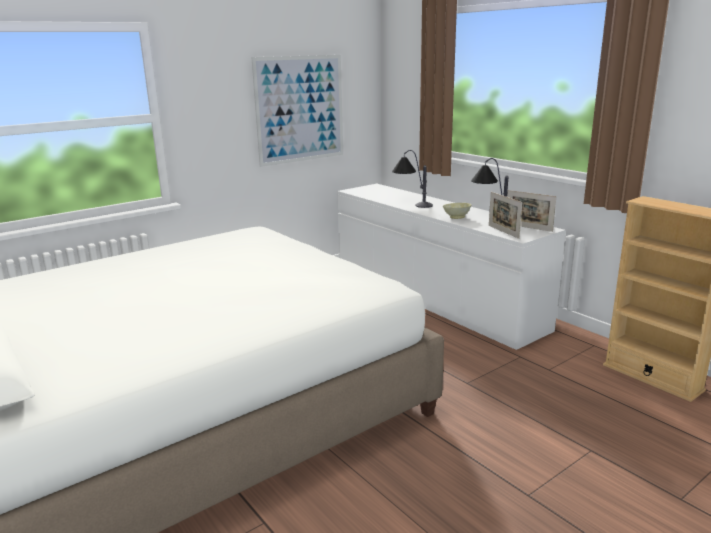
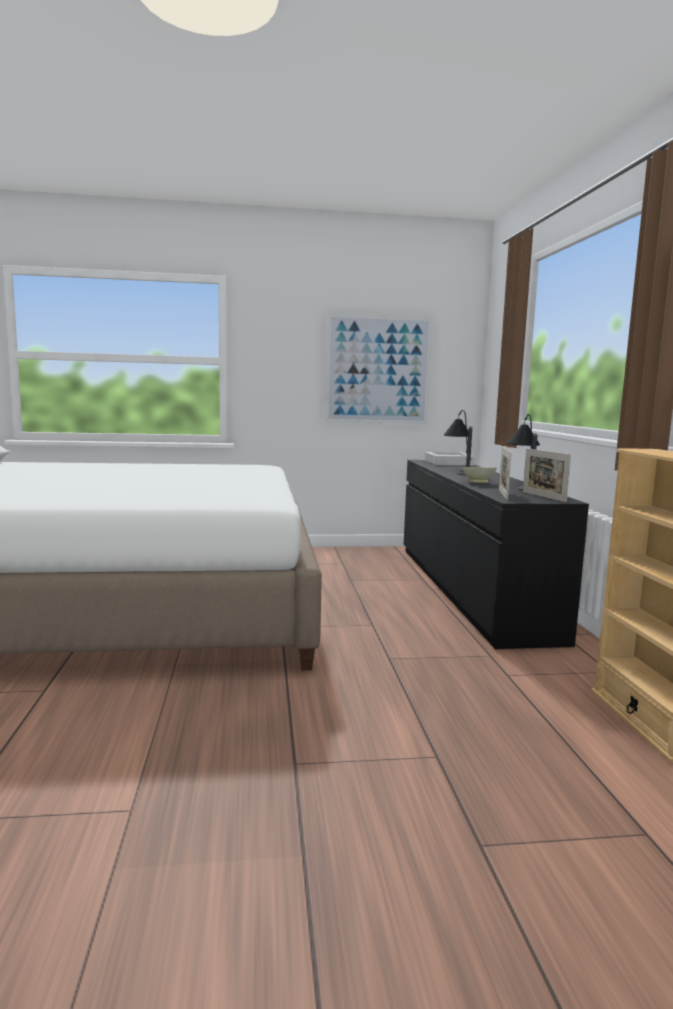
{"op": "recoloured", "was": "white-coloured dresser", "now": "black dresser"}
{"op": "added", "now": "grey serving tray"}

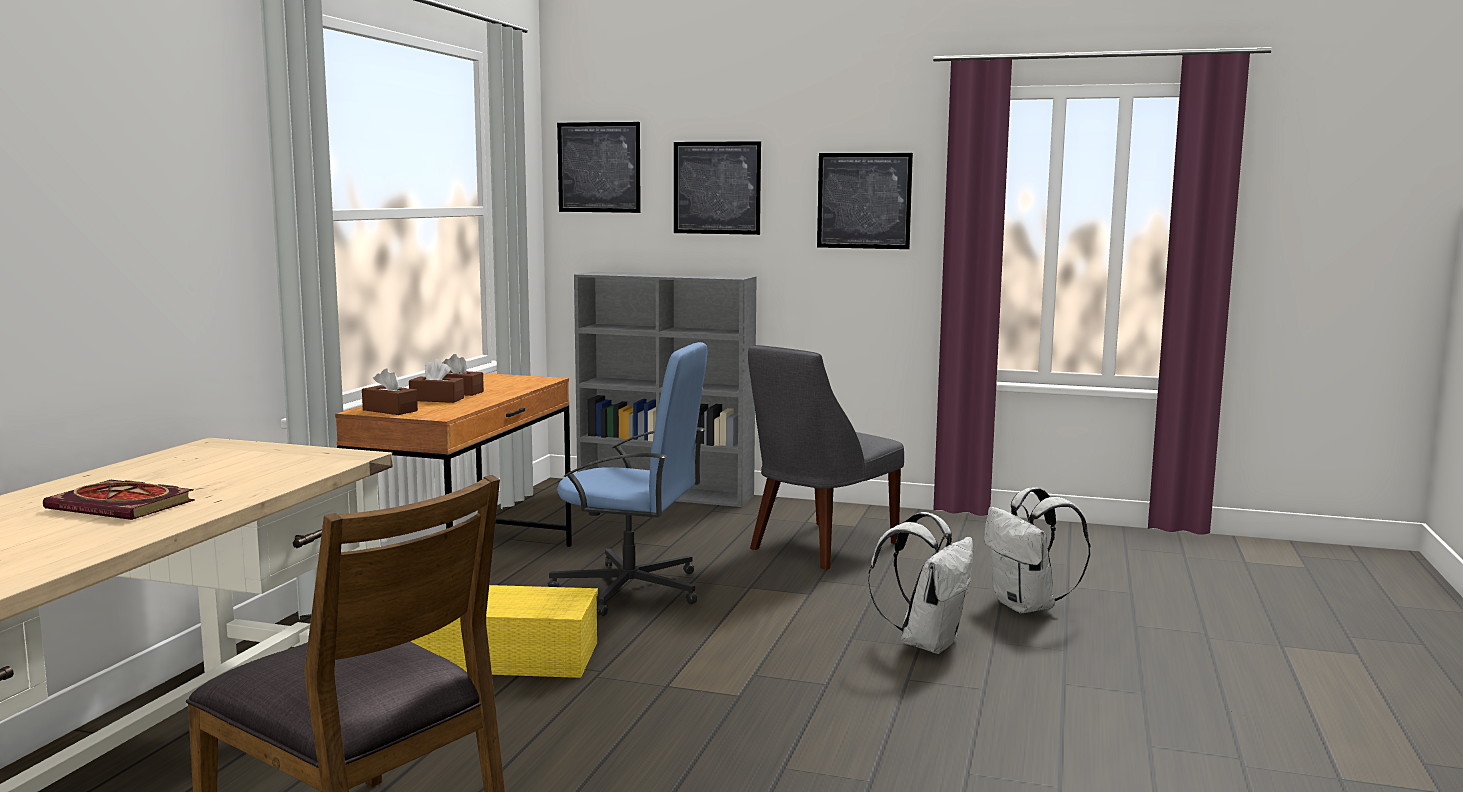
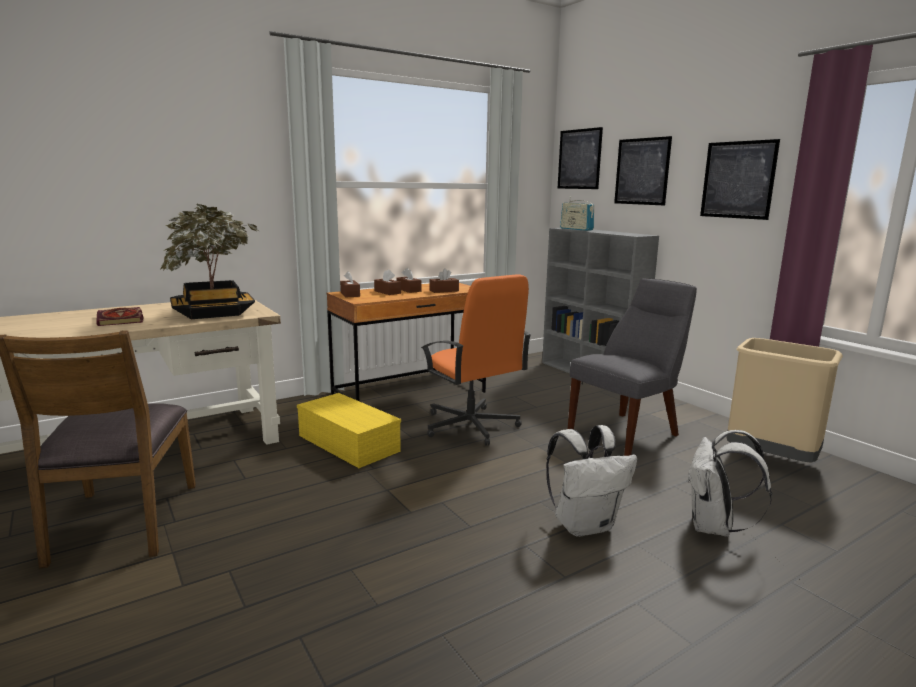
{"op": "added", "now": "houseplant"}
{"op": "recoloured", "was": "blue-coloured office chair", "now": "orange office chair"}
{"op": "added", "now": "brownish tissue holder (4th from left)"}
{"op": "added", "now": "radio set"}
{"op": "turned", "was": "grey plain chair", "clockwise": 150}
{"op": "added", "now": "beige rubbish bin"}

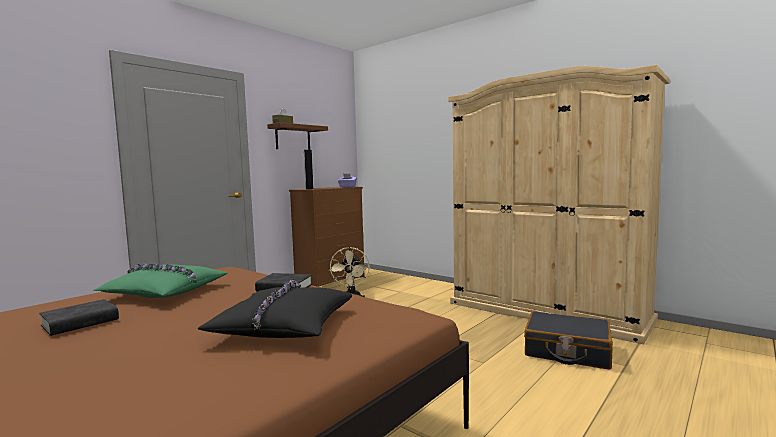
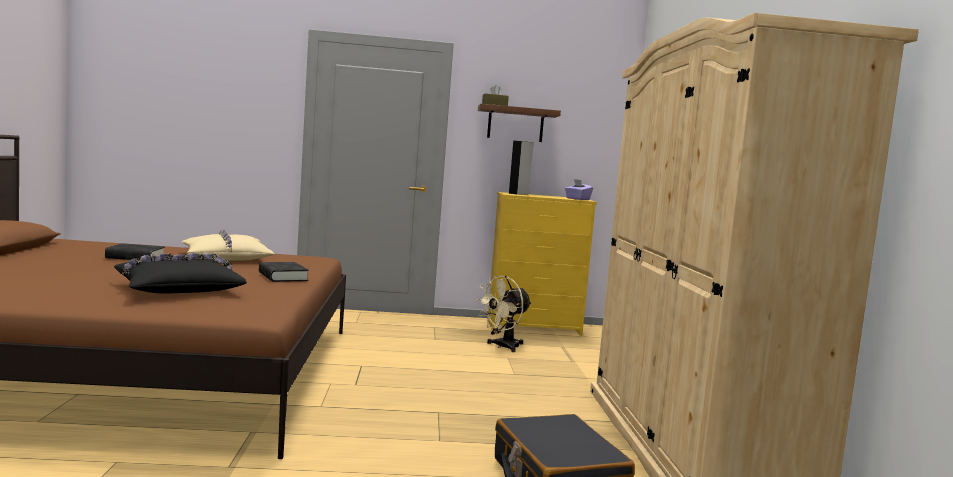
{"op": "recoloured", "was": "green-coloured cushion", "now": "beige cushion"}
{"op": "recoloured", "was": "brownish dresser", "now": "yellow-coloured dresser"}

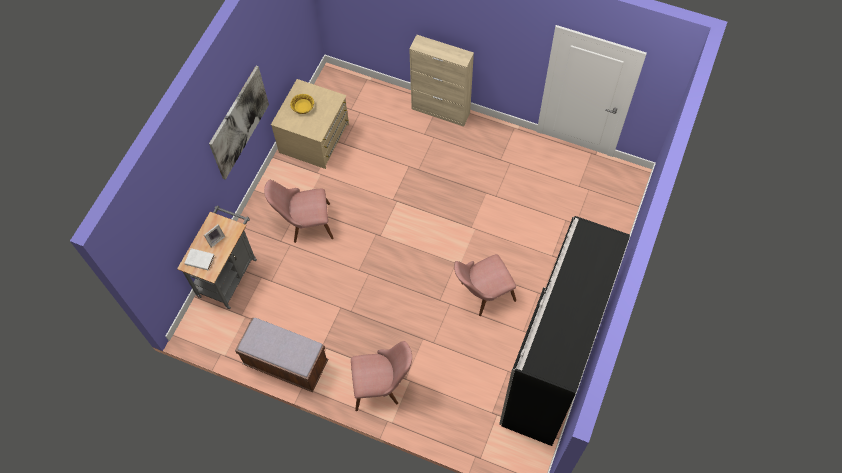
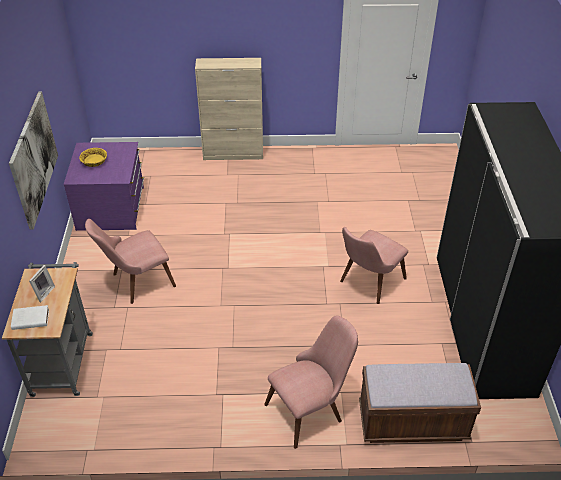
{"op": "recoloured", "was": "beige dresser", "now": "purple dresser"}
{"op": "moved", "was": "brownish long seat"}

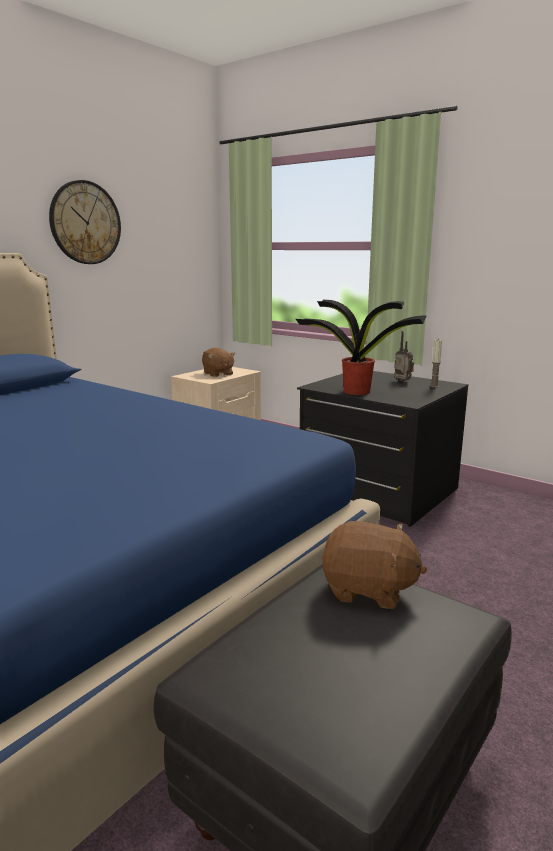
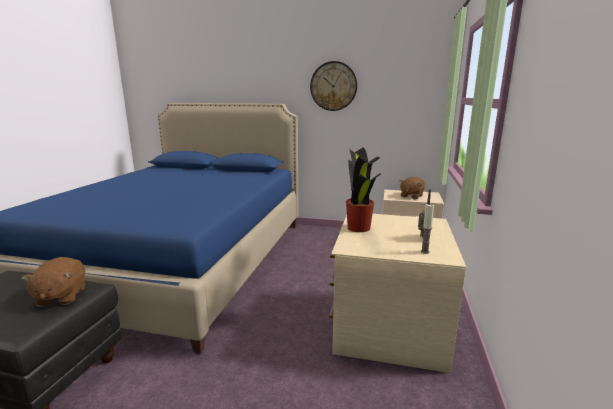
{"op": "recoloured", "was": "black dresser", "now": "beige dresser"}

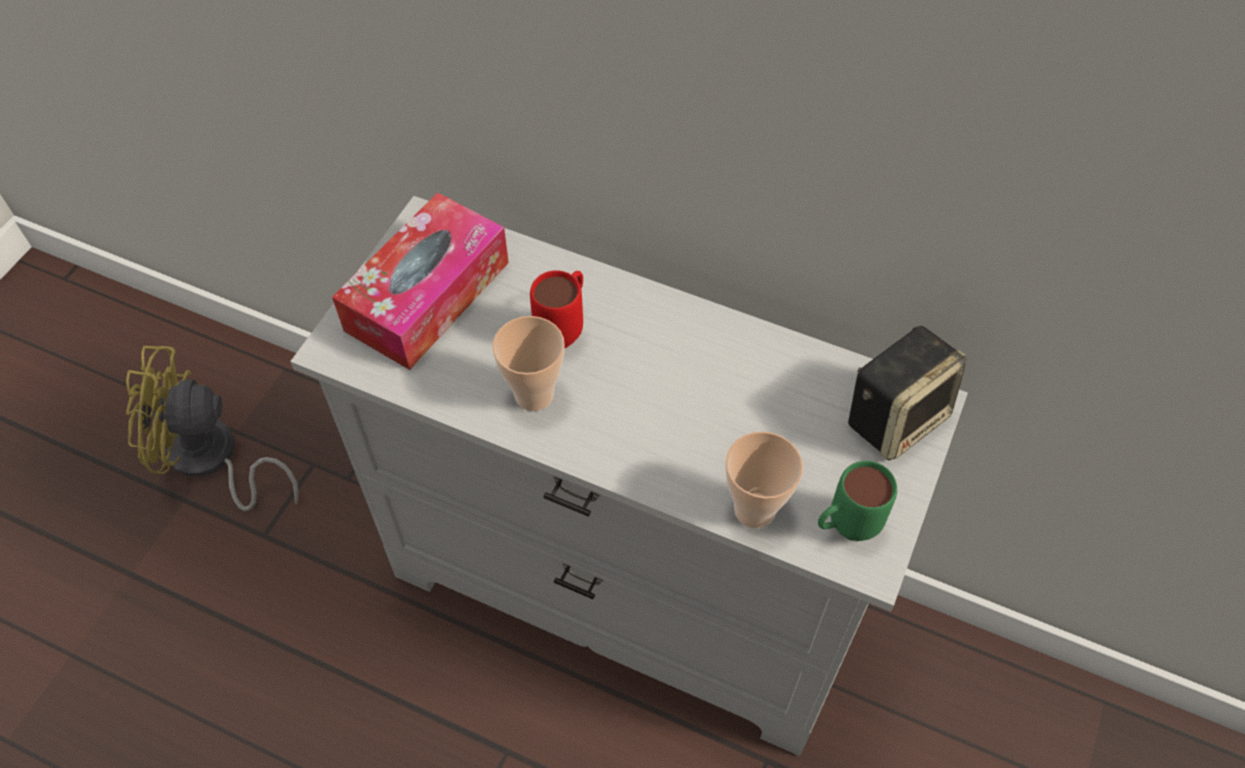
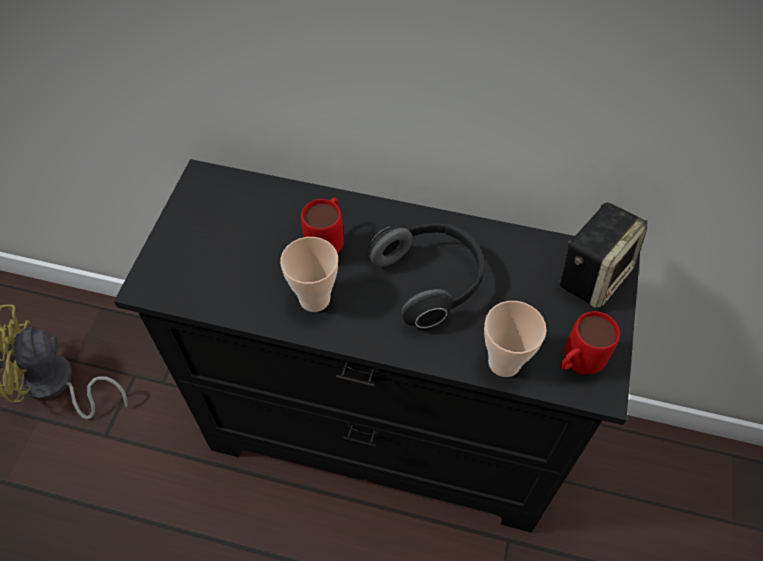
{"op": "recoloured", "was": "white-coloured dresser", "now": "black dresser"}
{"op": "added", "now": "headphones"}
{"op": "recoloured", "was": "green-coloured coffee mug", "now": "reddish coffee mug (2nd from left)"}
{"op": "removed", "was": "tissue holder"}

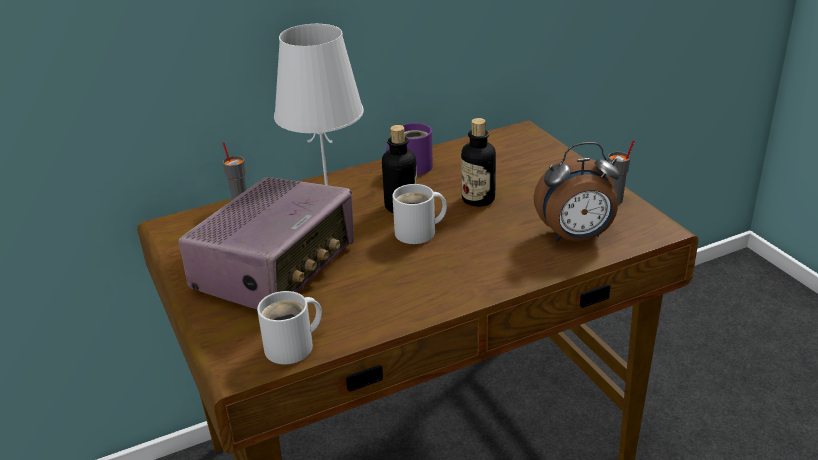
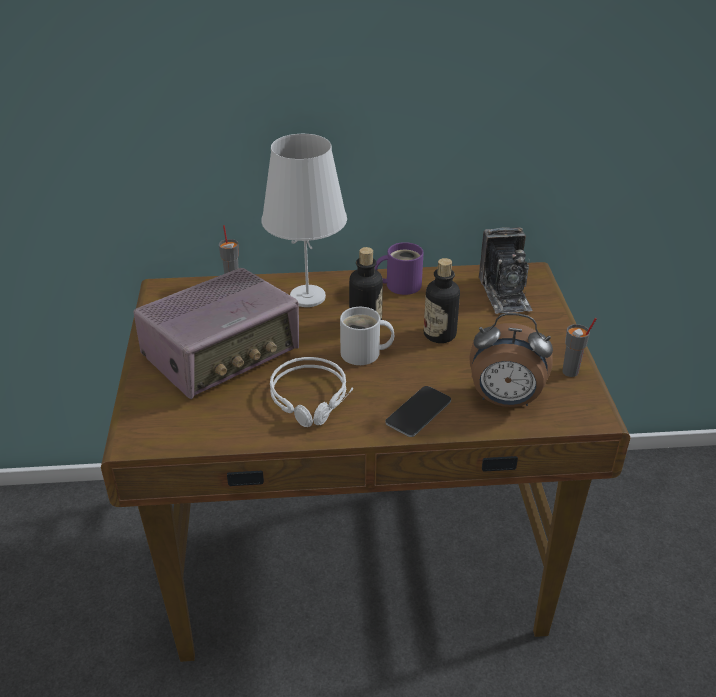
{"op": "added", "now": "grey headphones"}
{"op": "added", "now": "telephone"}
{"op": "added", "now": "still camera"}
{"op": "removed", "was": "white-coloured coffee mug (1st from left)"}

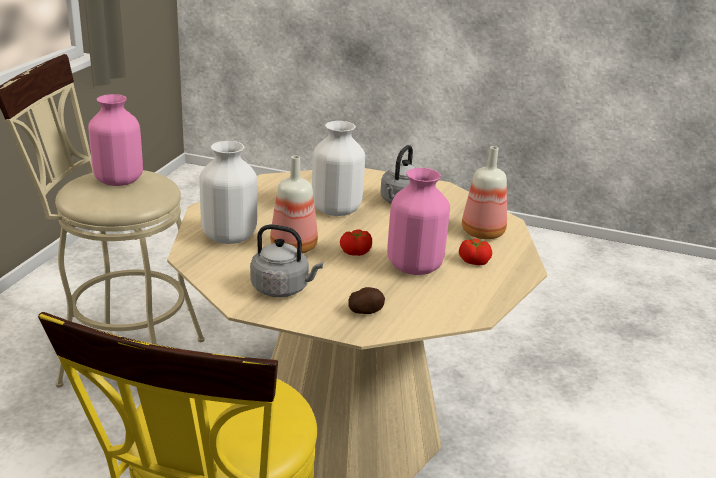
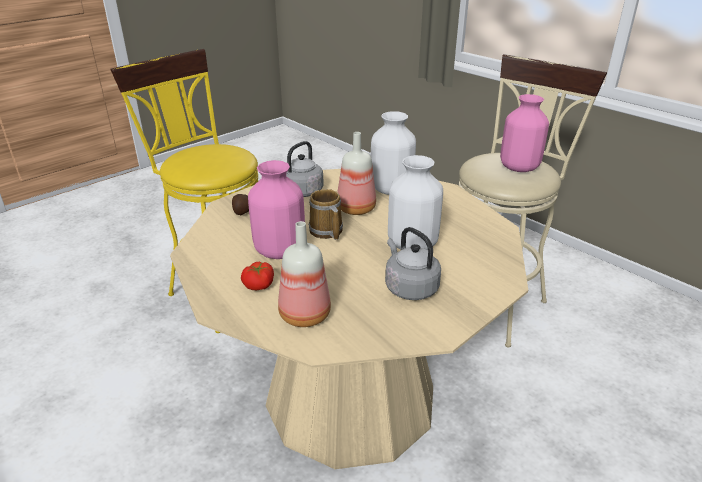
{"op": "replaced", "was": "fresh tomato (1st from left)", "now": "coffee mug"}

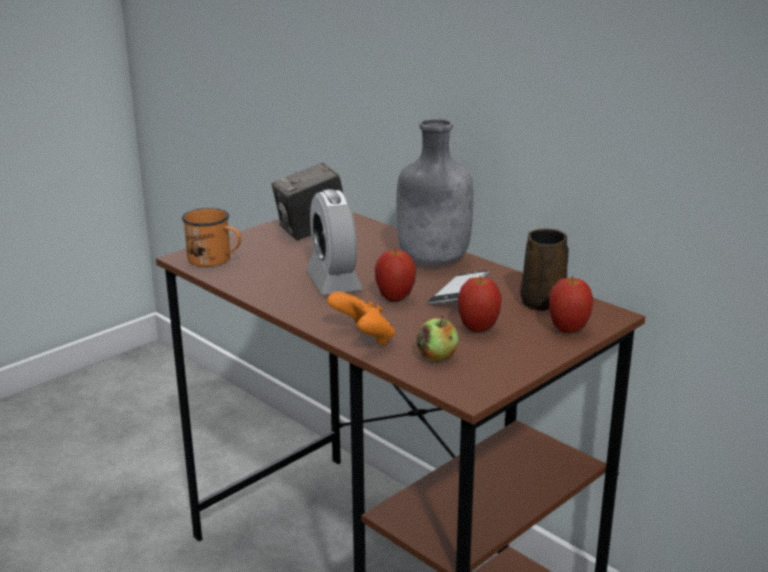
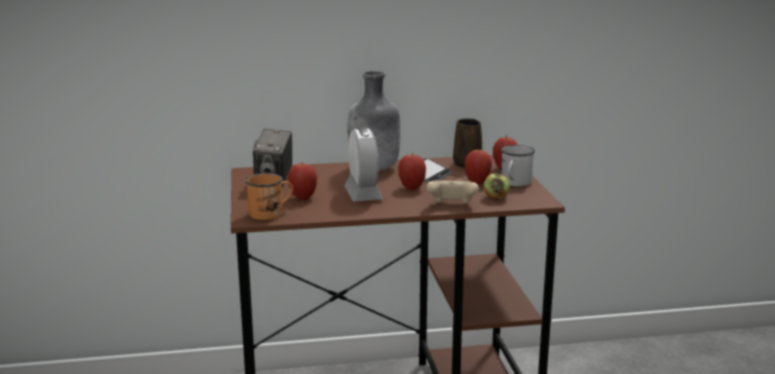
{"op": "added", "now": "whole apple (1st from left)"}
{"op": "turned", "was": "alarm clock", "clockwise": -120}
{"op": "recoloured", "was": "orange game controller", "now": "beige game controller"}
{"op": "added", "now": "white-coloured coffee mug"}

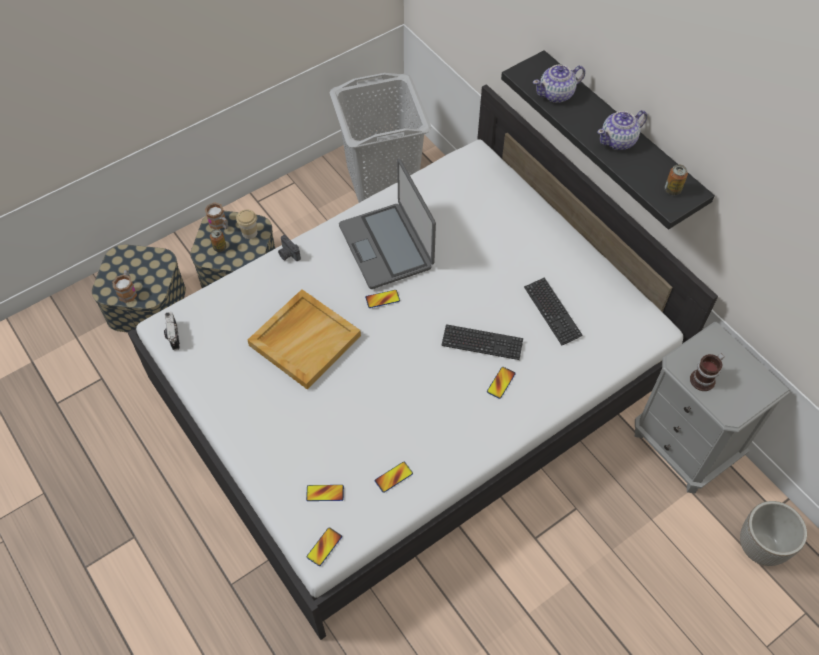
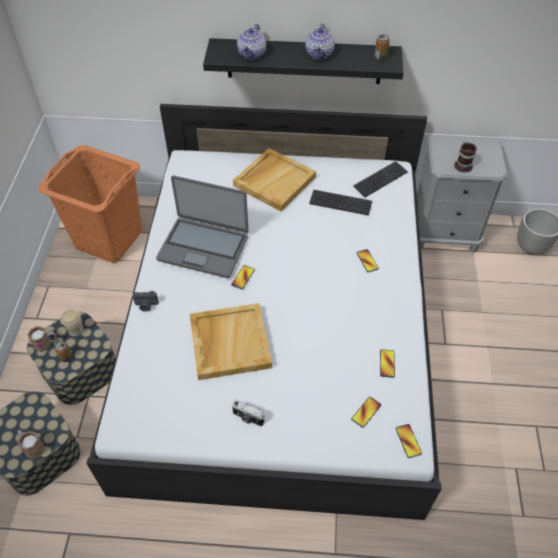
{"op": "recoloured", "was": "grey hamper", "now": "orange hamper"}
{"op": "moved", "was": "still camera (1st from left in the first image)", "now": "still camera (2nd from left)"}
{"op": "added", "now": "beige serving tray (2nd from left)"}
{"op": "moved", "was": "PC keyboard (1st from left in the first image)", "now": "PC keyboard (2nd from left)"}

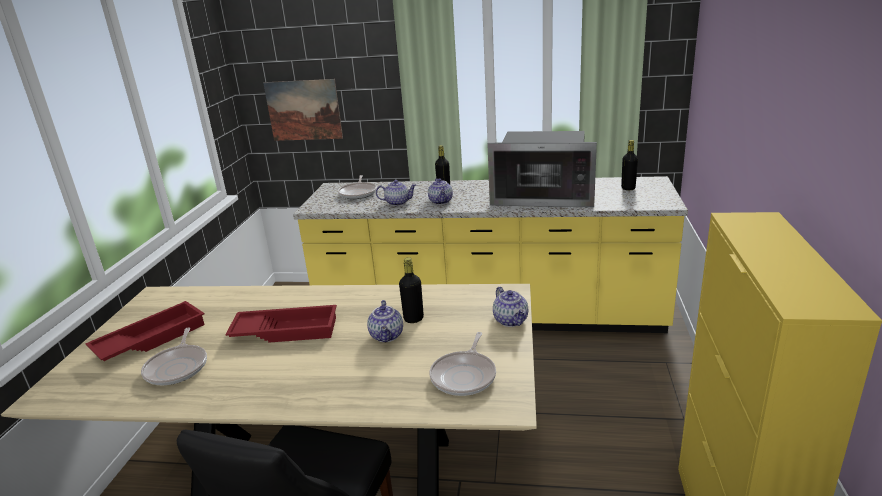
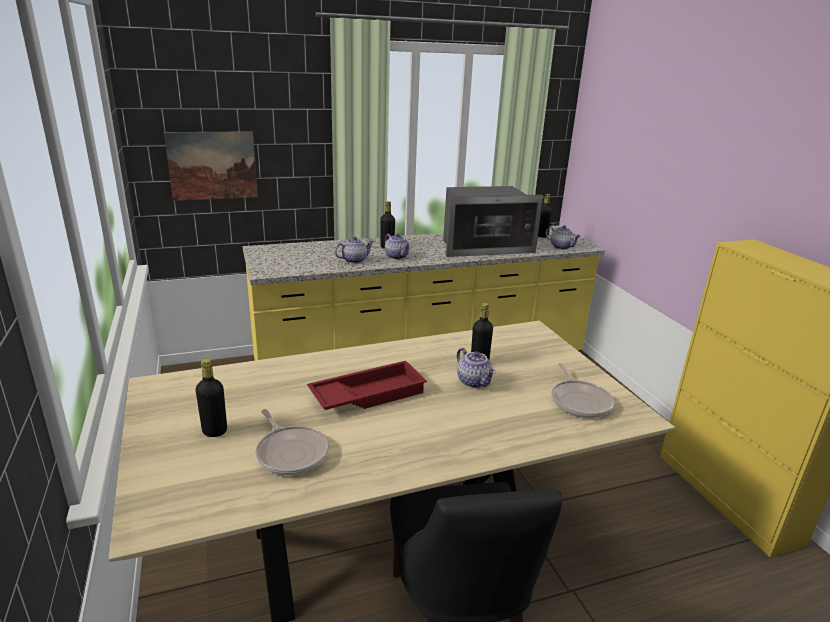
{"op": "replaced", "was": "reddish serving tray (1st from left)", "now": "black drink bottle (1st from left)"}
{"op": "moved", "was": "tea pot (4th from left)"}
{"op": "removed", "was": "pan (2nd from left)"}

